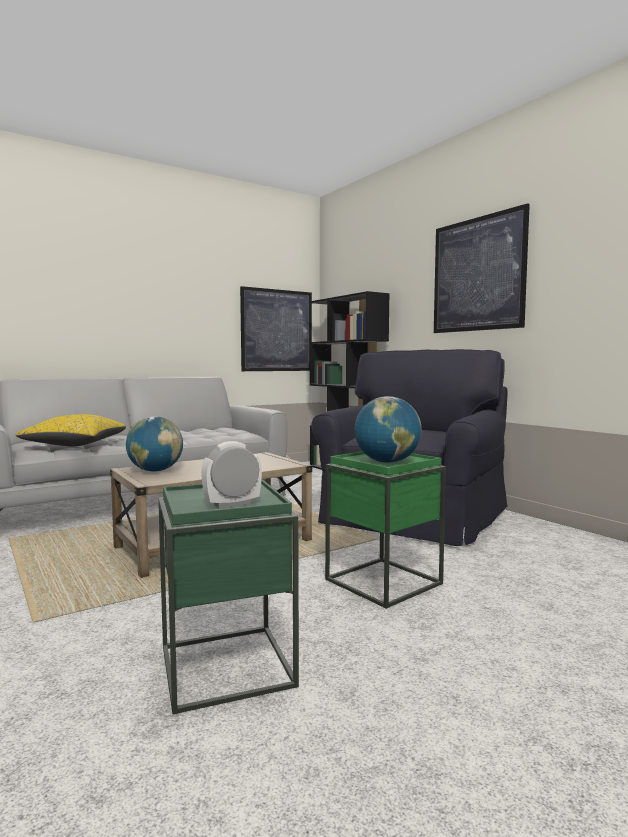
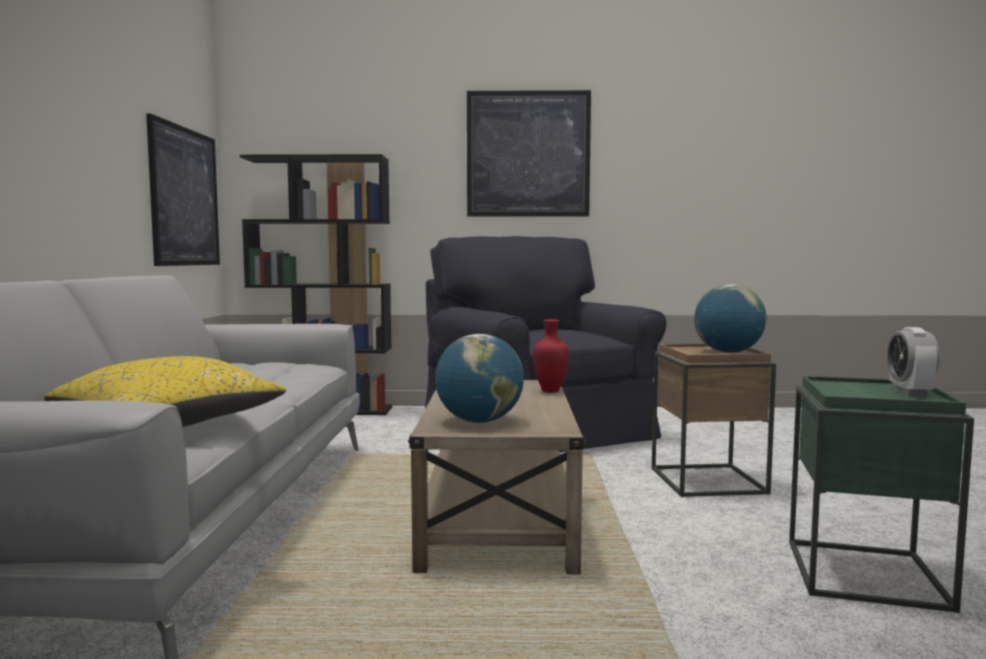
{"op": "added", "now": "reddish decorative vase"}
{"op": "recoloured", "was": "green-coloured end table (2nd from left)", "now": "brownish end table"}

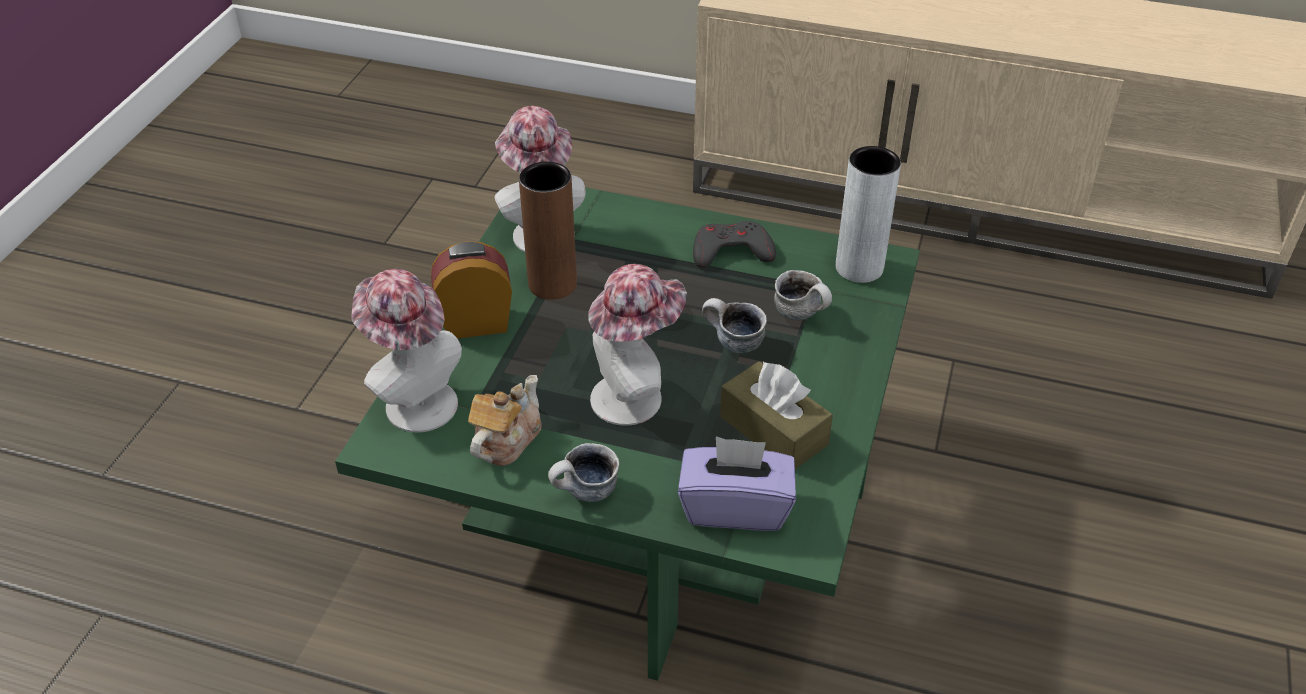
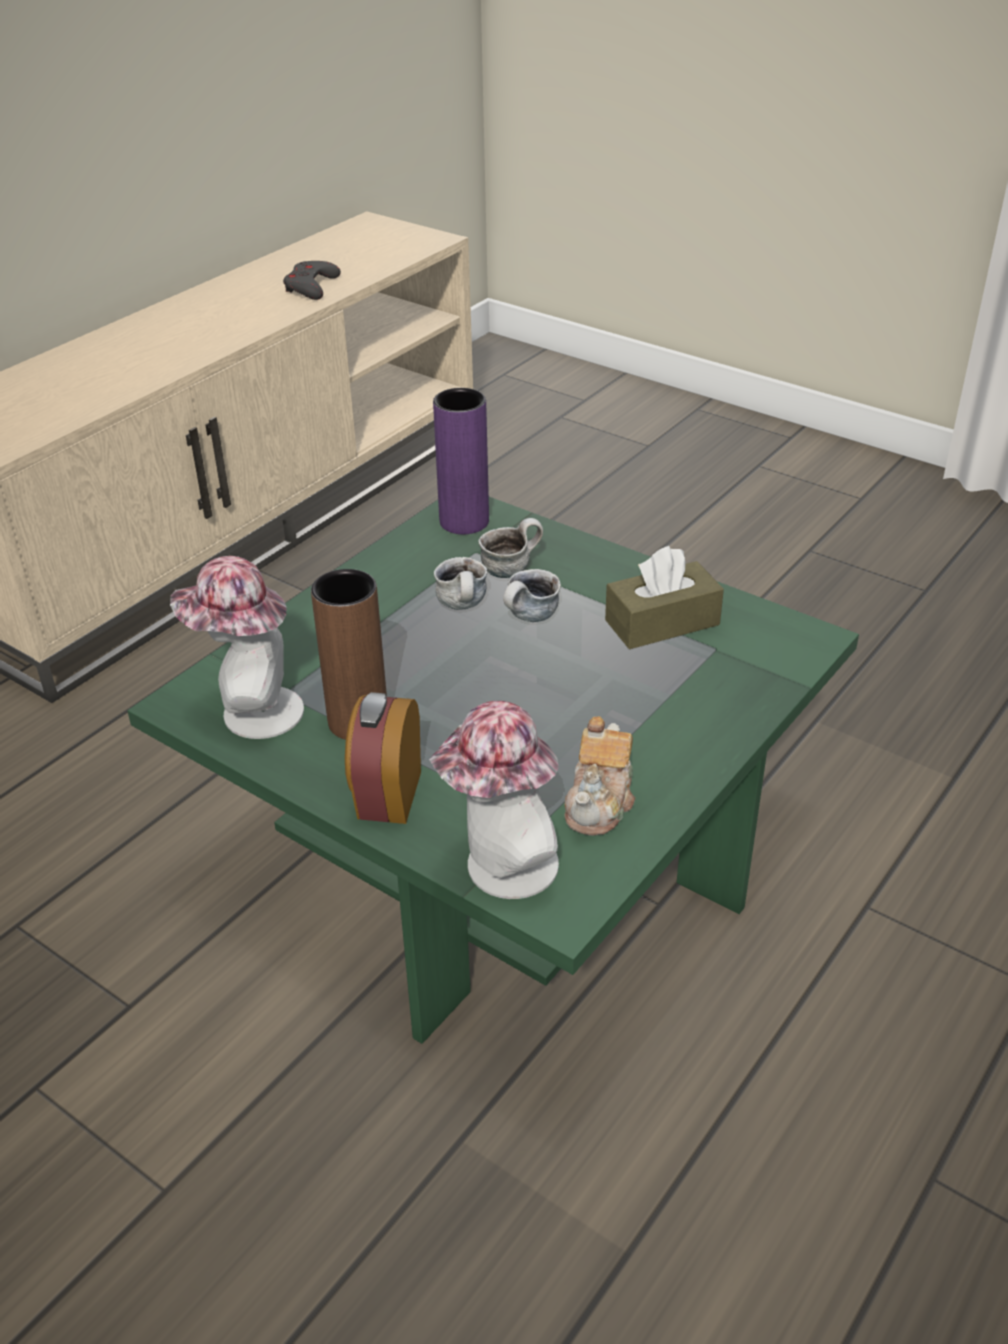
{"op": "moved", "was": "grey game controller"}
{"op": "recoloured", "was": "grey decorative vase", "now": "purple decorative vase"}
{"op": "moved", "was": "coffee mug (1st from left)"}
{"op": "turned", "was": "tea pot", "clockwise": -120}
{"op": "removed", "was": "wearable hat (3rd from left)"}
{"op": "removed", "was": "purple tissue holder"}

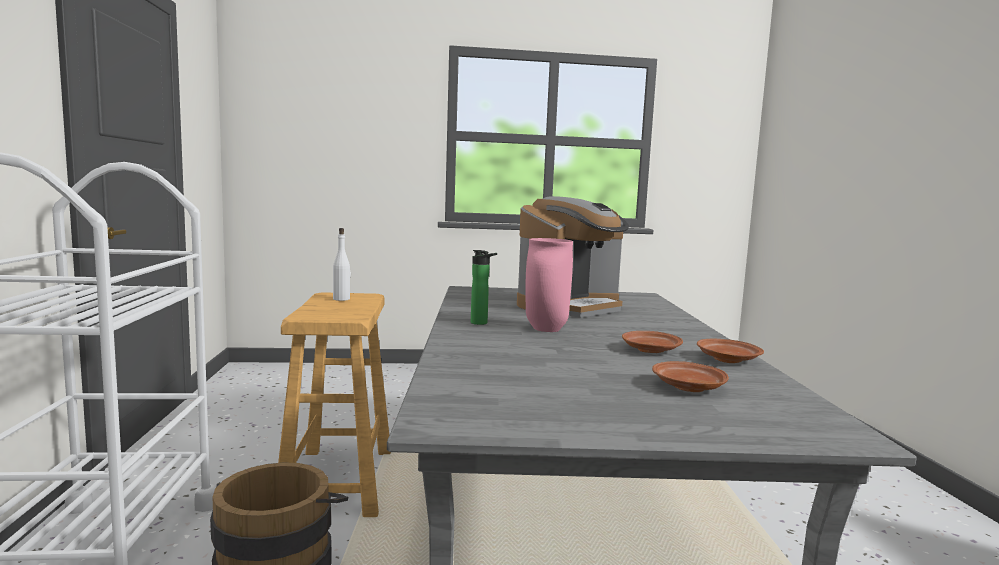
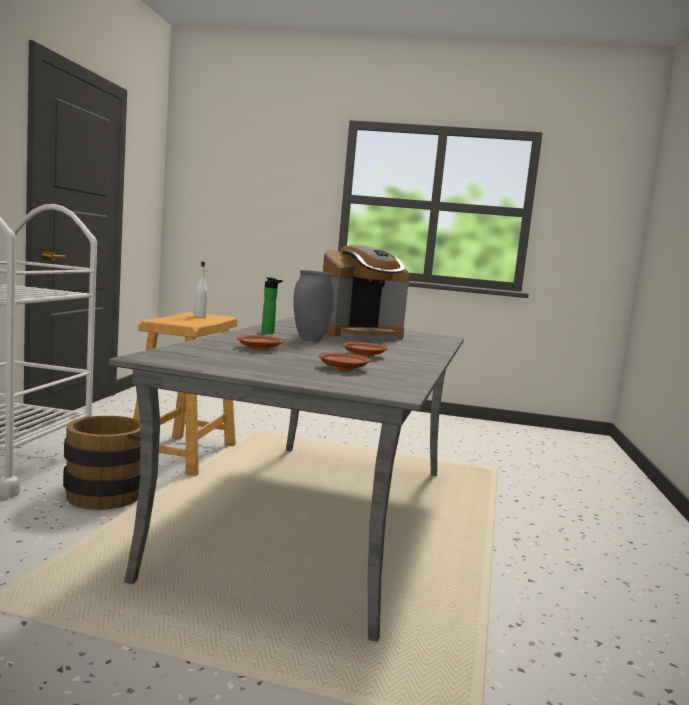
{"op": "moved", "was": "brownish plate (3rd from left in the first image)", "now": "brownish plate (1st from left)"}
{"op": "recoloured", "was": "pink decorative vase", "now": "grey decorative vase"}

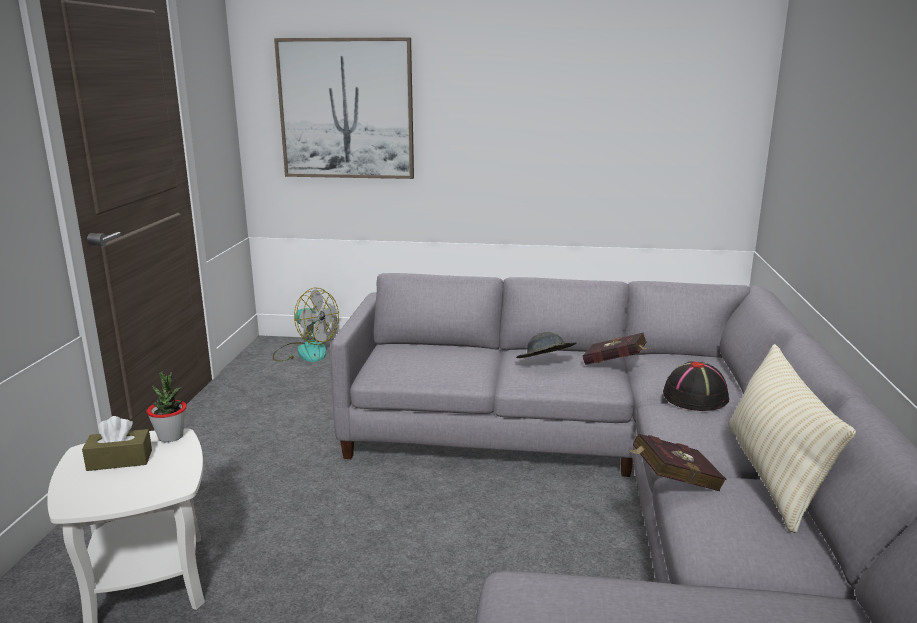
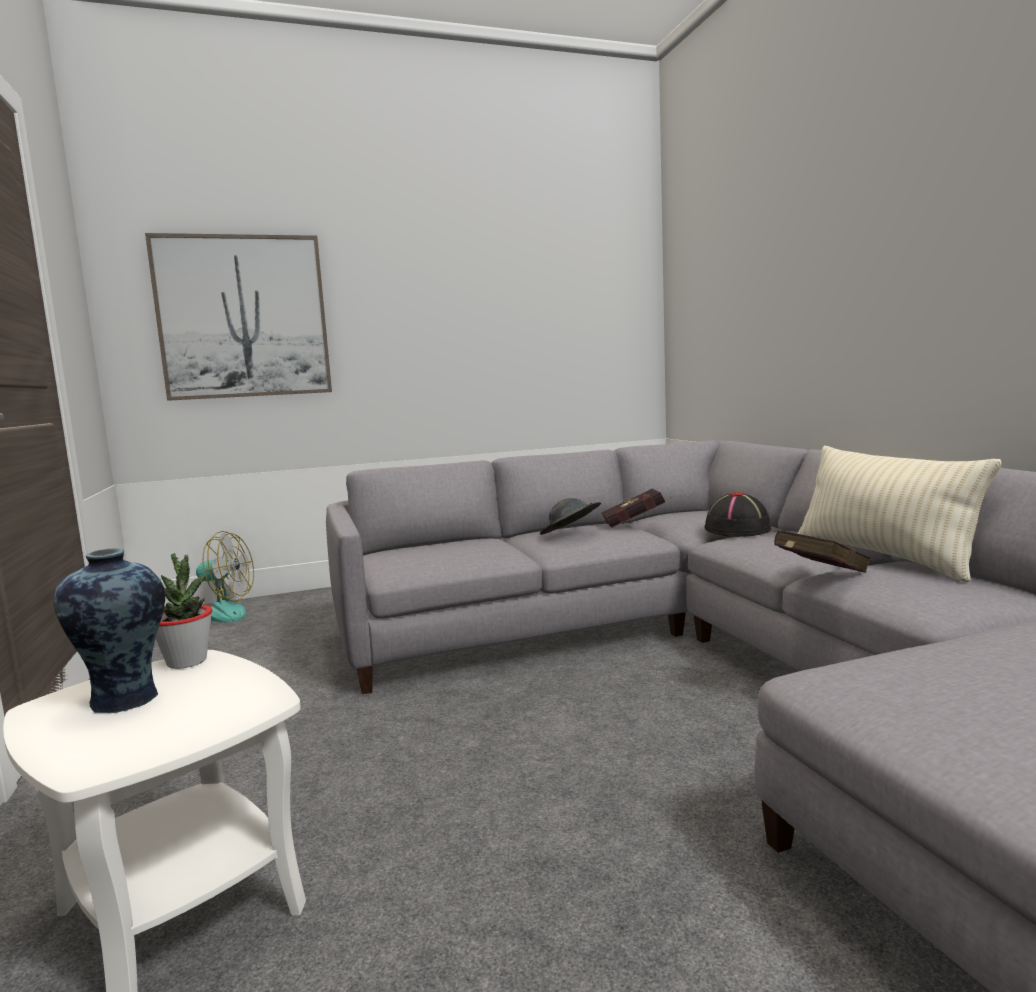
{"op": "replaced", "was": "brownish tissue holder", "now": "decorative vase"}

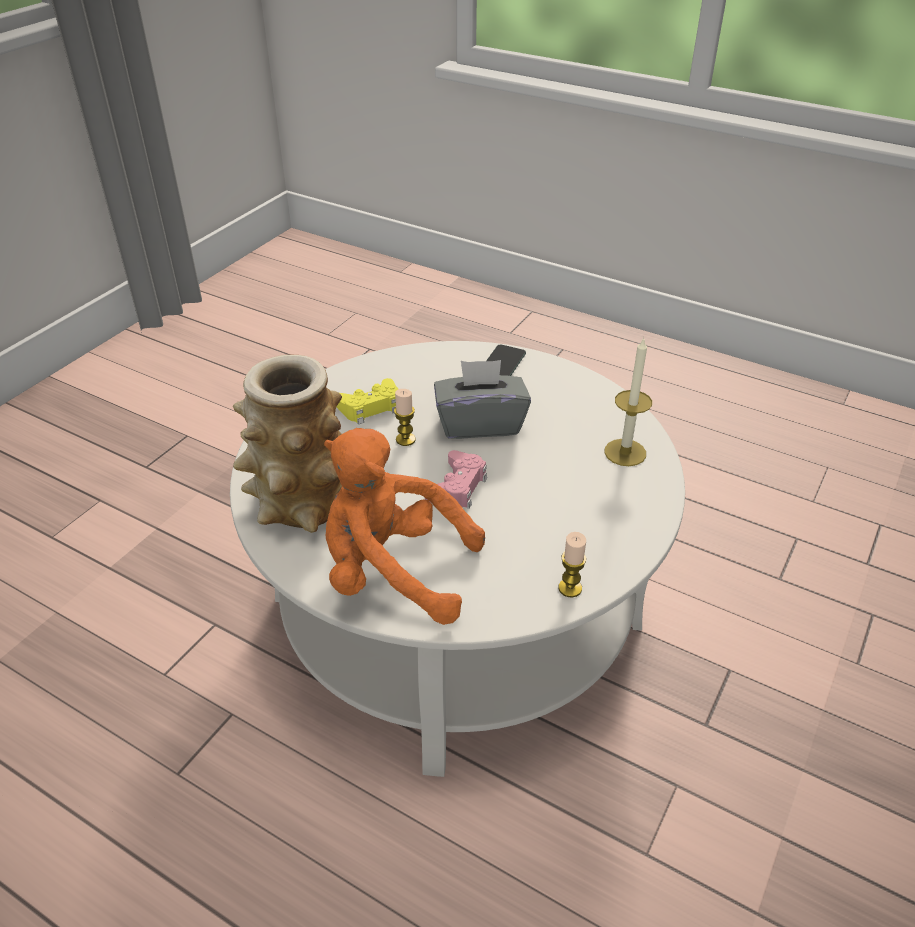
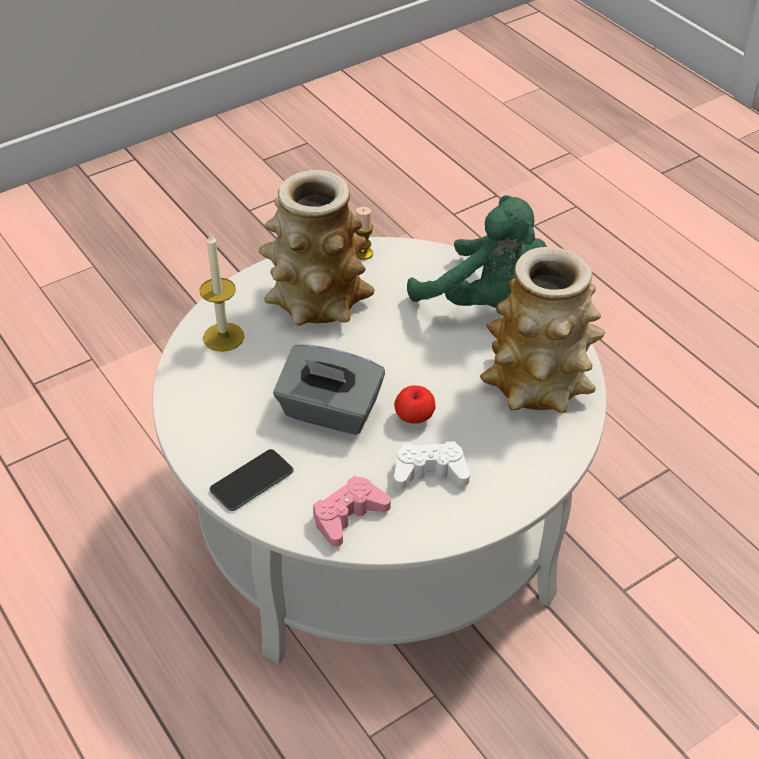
{"op": "added", "now": "decorative vase (1st from left)"}
{"op": "moved", "was": "pink game controller"}
{"op": "replaced", "was": "candle (1st from left)", "now": "whole apple"}
{"op": "recoloured", "was": "yellow-coloured game controller", "now": "white-coloured game controller"}
{"op": "recoloured", "was": "orange plush toy", "now": "green-coloured plush toy"}

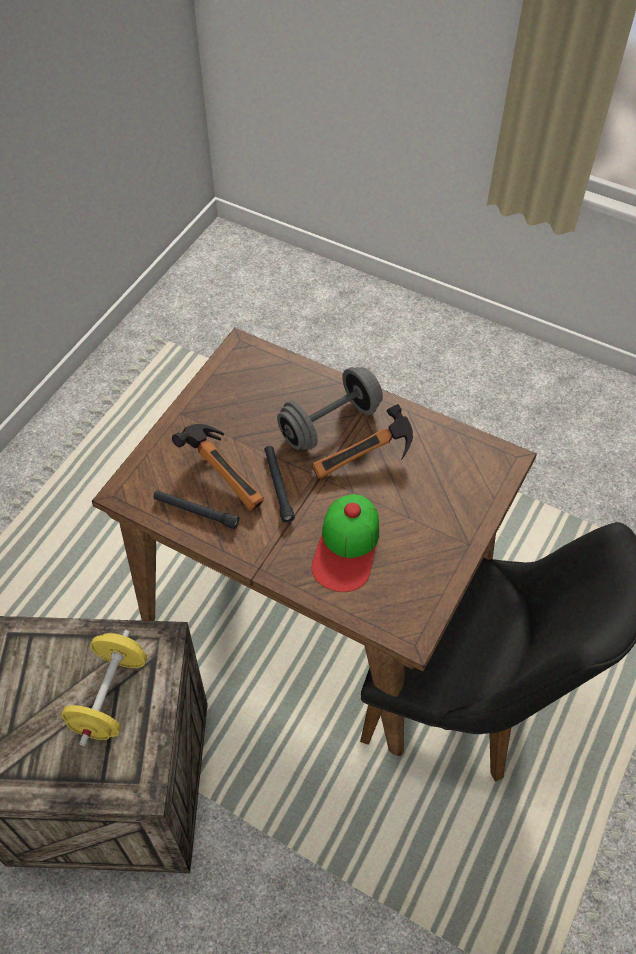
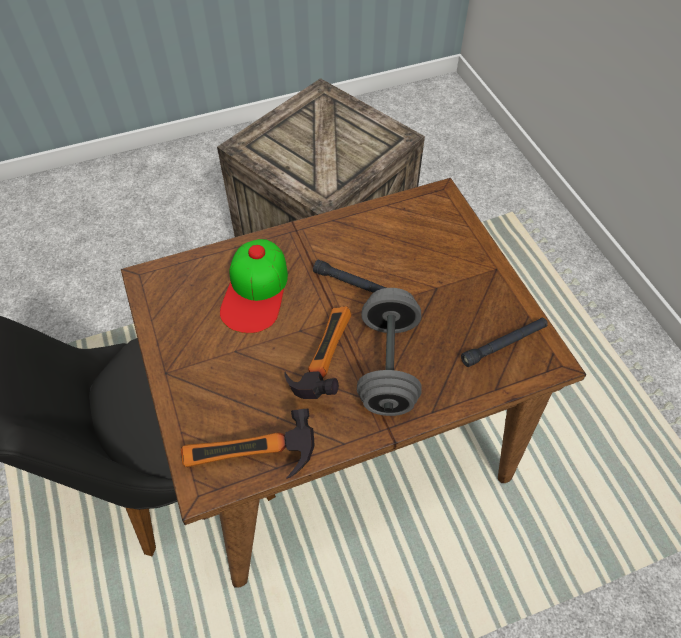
{"op": "moved", "was": "hand hammer (1st from left)"}
{"op": "turned", "was": "cap", "clockwise": -135}
{"op": "moved", "was": "black flashlight (1st from left in the first image)", "now": "black flashlight (2nd from left)"}
{"op": "removed", "was": "yellow-coloured hand weight"}

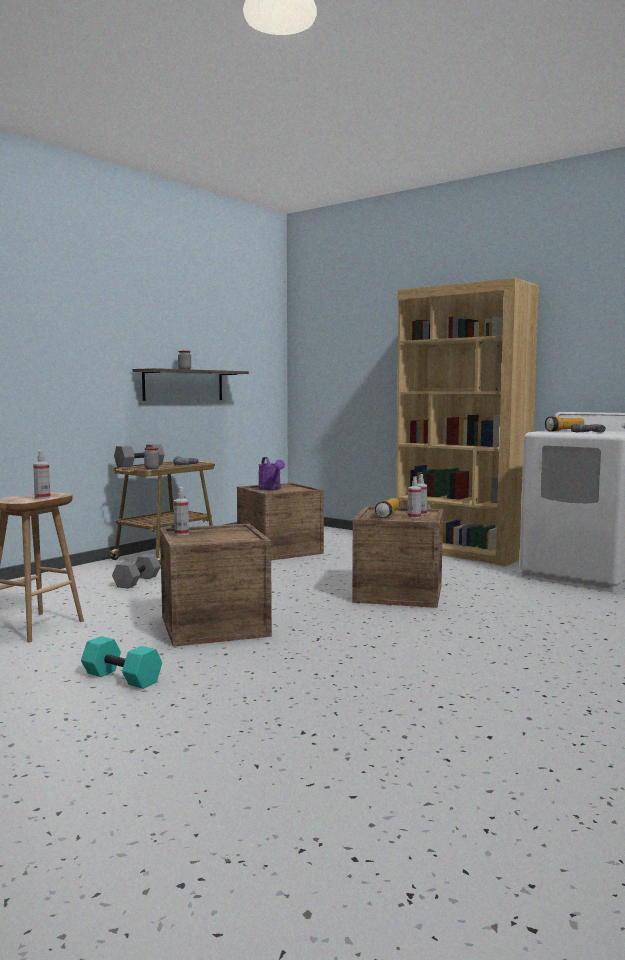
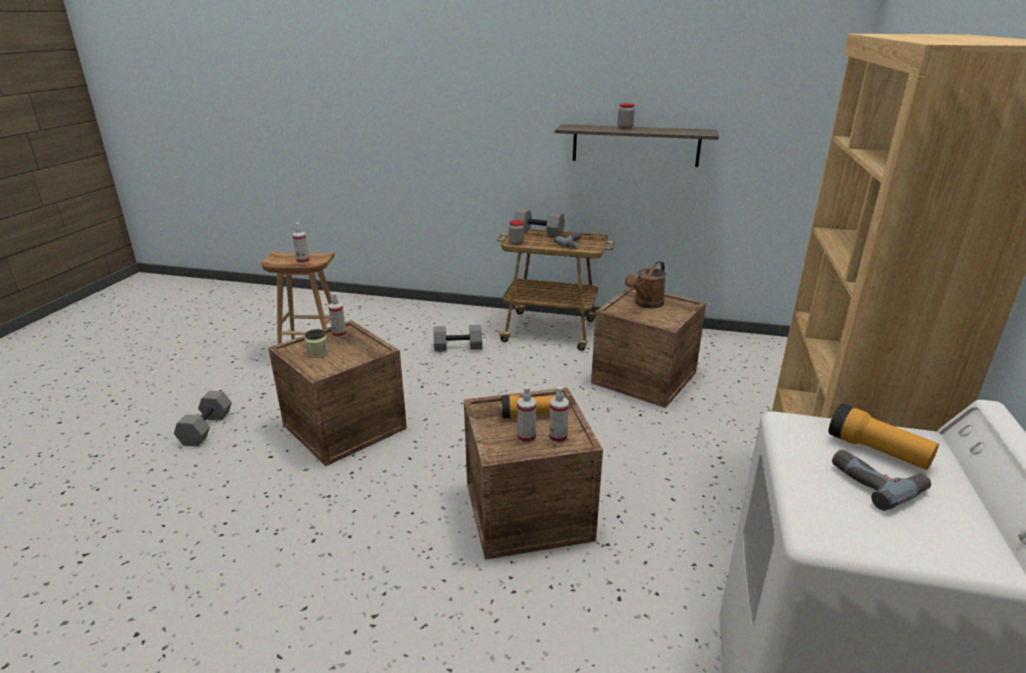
{"op": "recoloured", "was": "blue-green hand weight", "now": "grey hand weight (1st from left)"}
{"op": "added", "now": "storage jar (1st from left)"}
{"op": "recoloured", "was": "purple watering pot", "now": "brownish watering pot"}

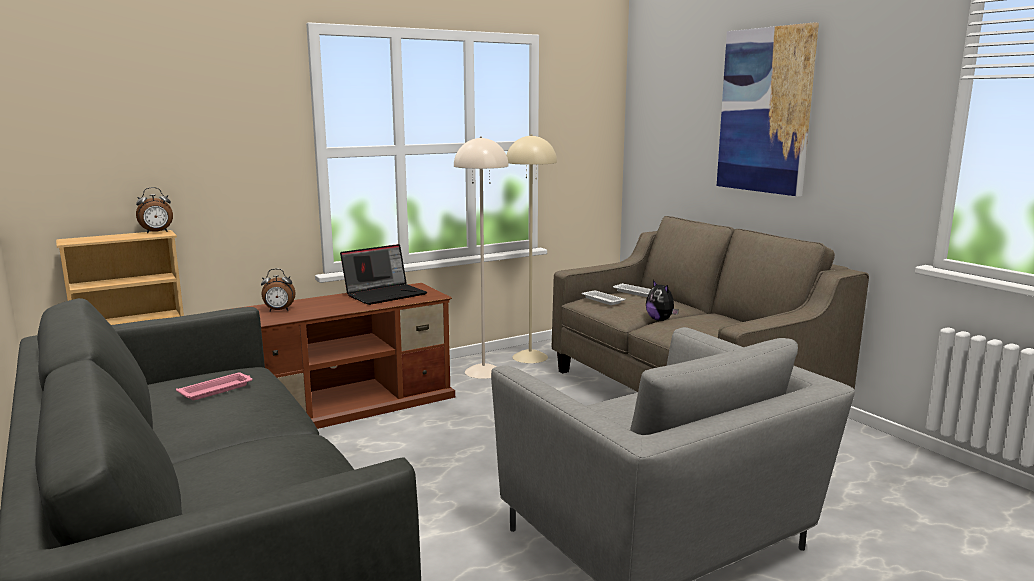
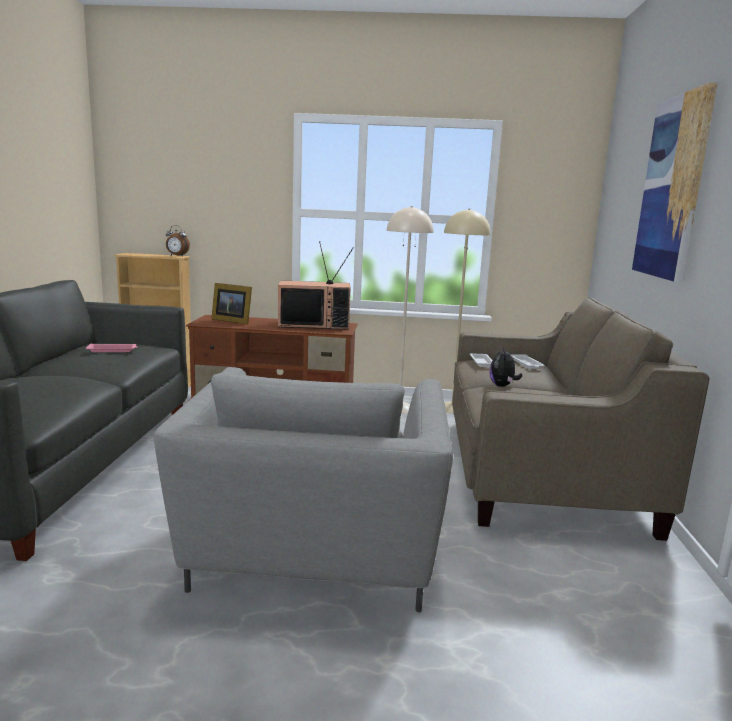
{"op": "replaced", "was": "alarm clock (2nd from left)", "now": "standing frame"}
{"op": "replaced", "was": "notebook computer", "now": "TV set"}

